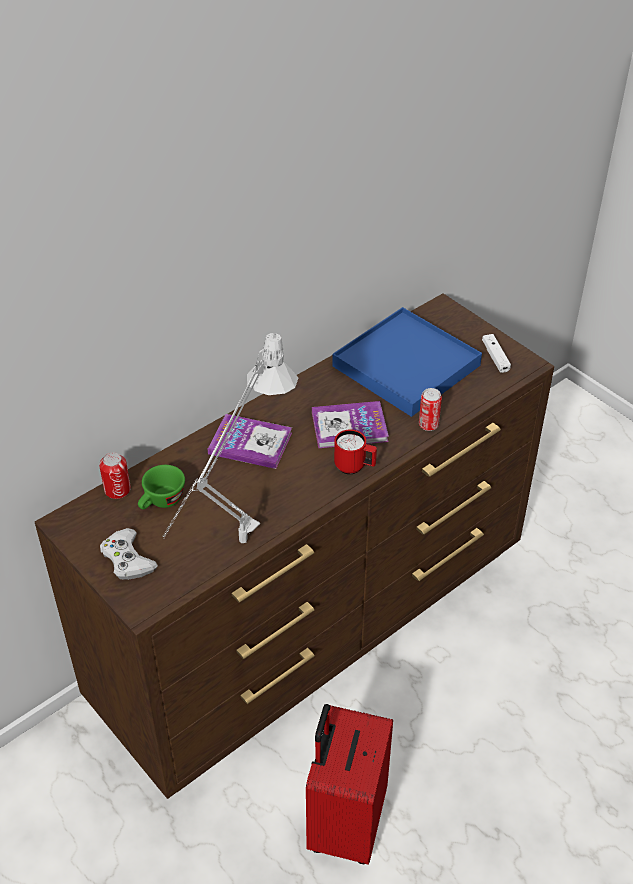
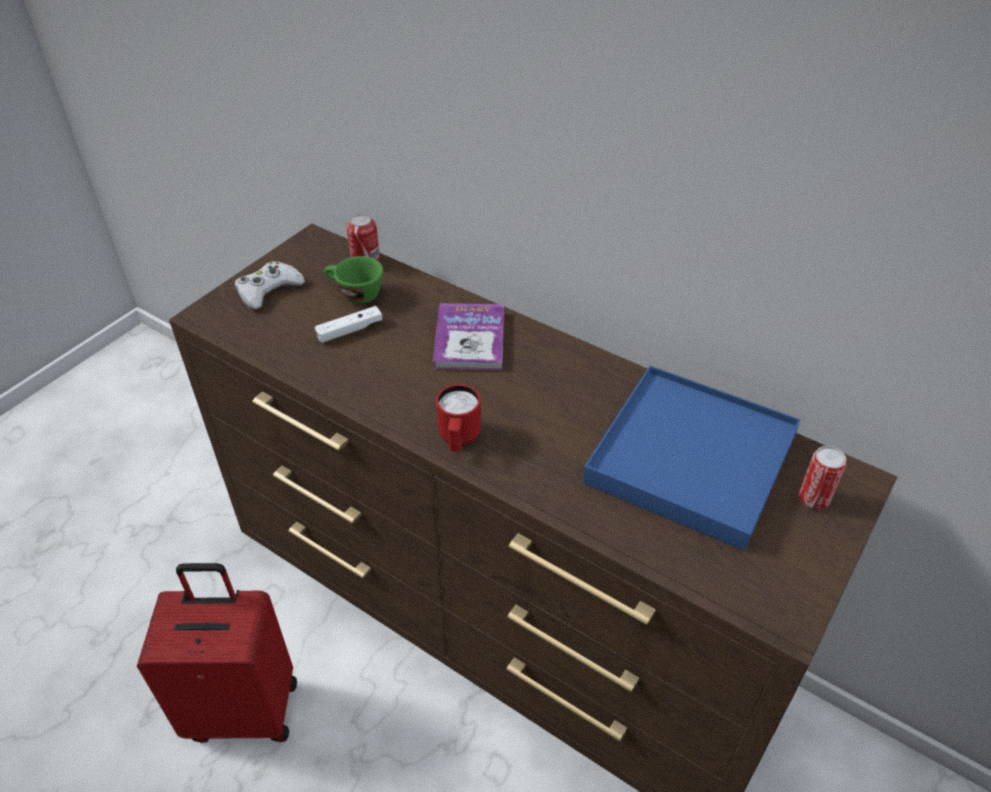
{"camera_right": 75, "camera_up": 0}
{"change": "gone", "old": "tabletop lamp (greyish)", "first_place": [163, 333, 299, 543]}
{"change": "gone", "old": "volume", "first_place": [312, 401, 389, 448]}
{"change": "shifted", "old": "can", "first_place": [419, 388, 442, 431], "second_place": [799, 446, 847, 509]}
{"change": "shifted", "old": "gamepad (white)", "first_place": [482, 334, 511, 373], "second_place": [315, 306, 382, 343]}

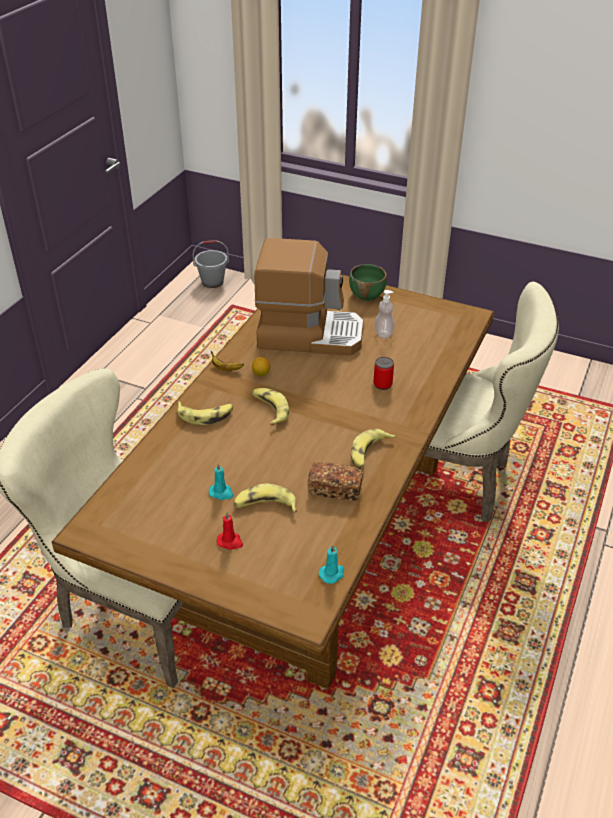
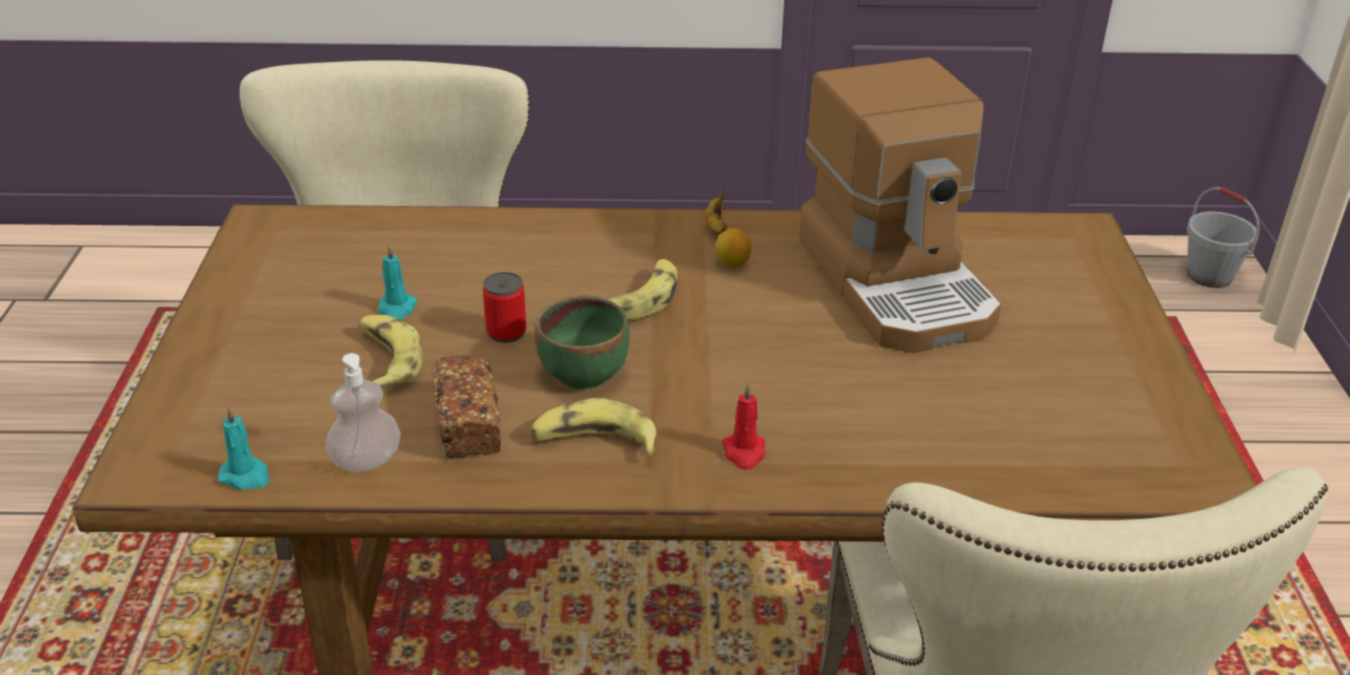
{"camera_right": 65, "camera_up": -5}
{"change": "gone", "old": "whole banana", "first_place": [177, 401, 233, 425]}
{"change": "shifted", "old": "wax light (red-coloured)", "first_place": [217, 512, 243, 550], "second_place": [722, 384, 765, 470]}
{"change": "shifted", "old": "serving bowl (greenish)", "first_place": [349, 264, 387, 301], "second_place": [534, 295, 630, 389]}
{"change": "shifted", "old": "can", "first_place": [373, 357, 394, 390], "second_place": [483, 272, 526, 343]}
{"change": "shifted", "old": "liquid soap bottle", "first_place": [375, 290, 395, 338], "second_place": [326, 353, 401, 472]}

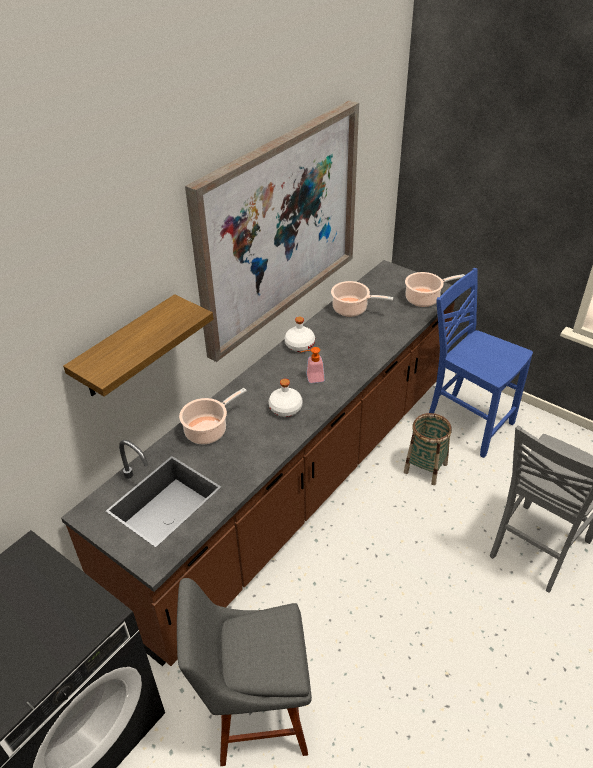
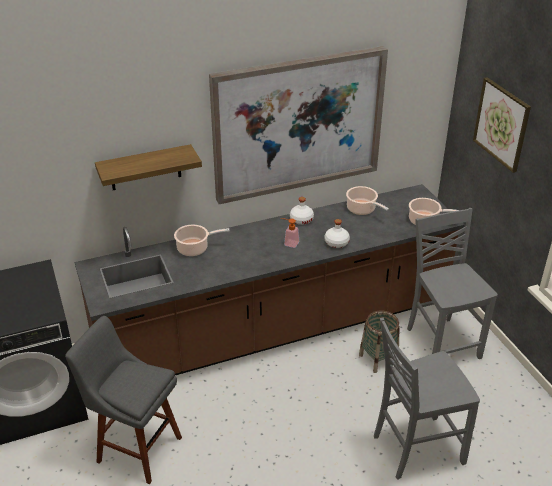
{"camera_right": 30, "camera_up": -5}
{"change": "shifted", "old": "bottle (white)", "first_place": [269, 379, 303, 417], "second_place": [325, 219, 350, 248]}
{"change": "repainted", "old": "chair (blue-coloured)", "new": "chair (greyish)", "first_place": [429, 268, 533, 458], "second_place": [407, 208, 498, 359]}
{"change": "new", "new": "wall picture", "second_place": [473, 77, 531, 173]}

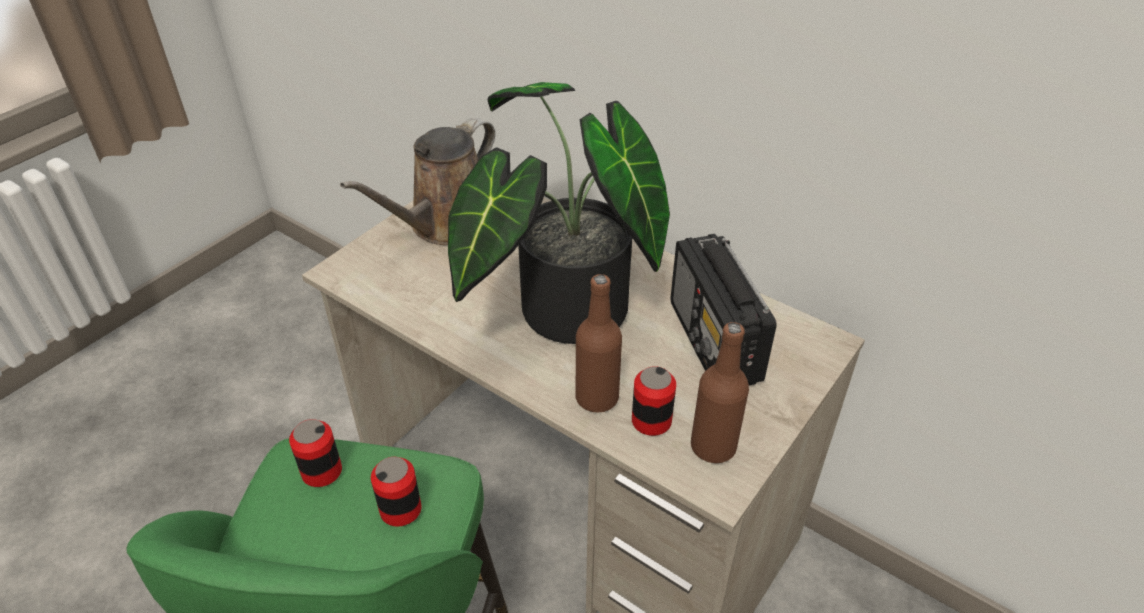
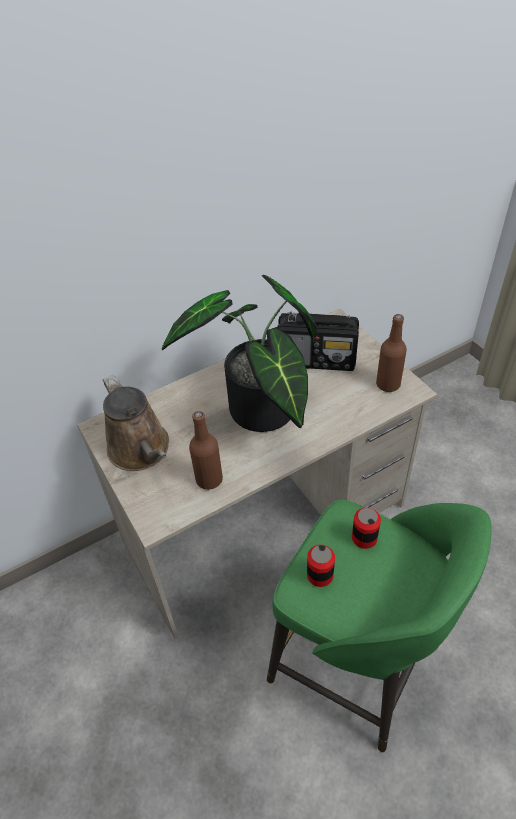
{"camera_right": -65, "camera_up": 5}
{"change": "shifted", "old": "bottle (brown)", "first_place": [576, 274, 622, 413], "second_place": [189, 411, 223, 490]}
{"change": "gone", "old": "can", "first_place": [632, 366, 676, 436]}

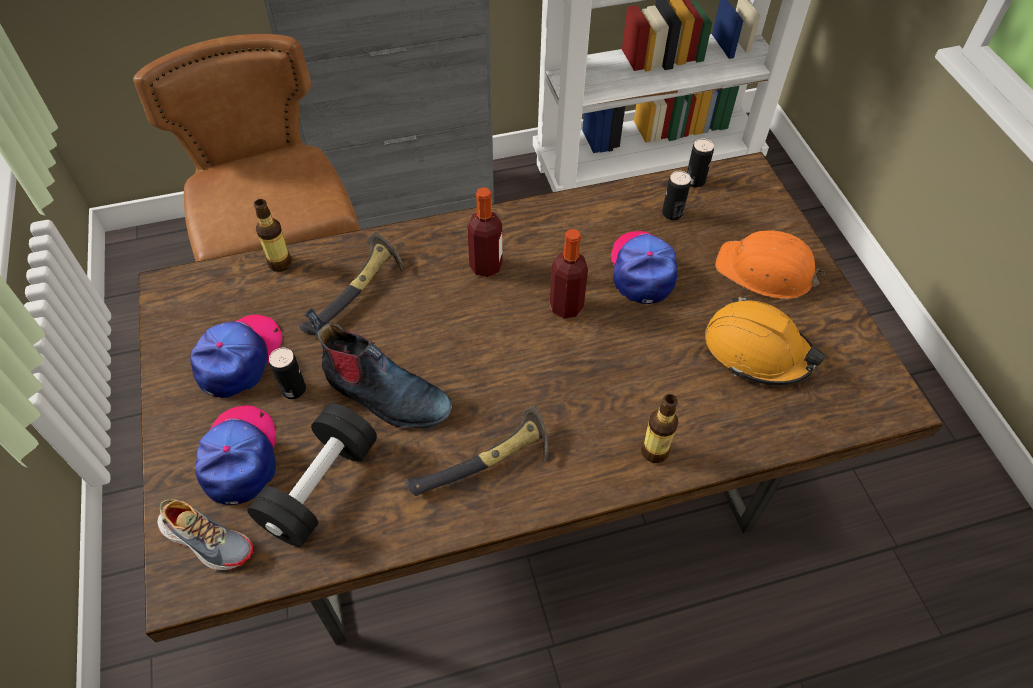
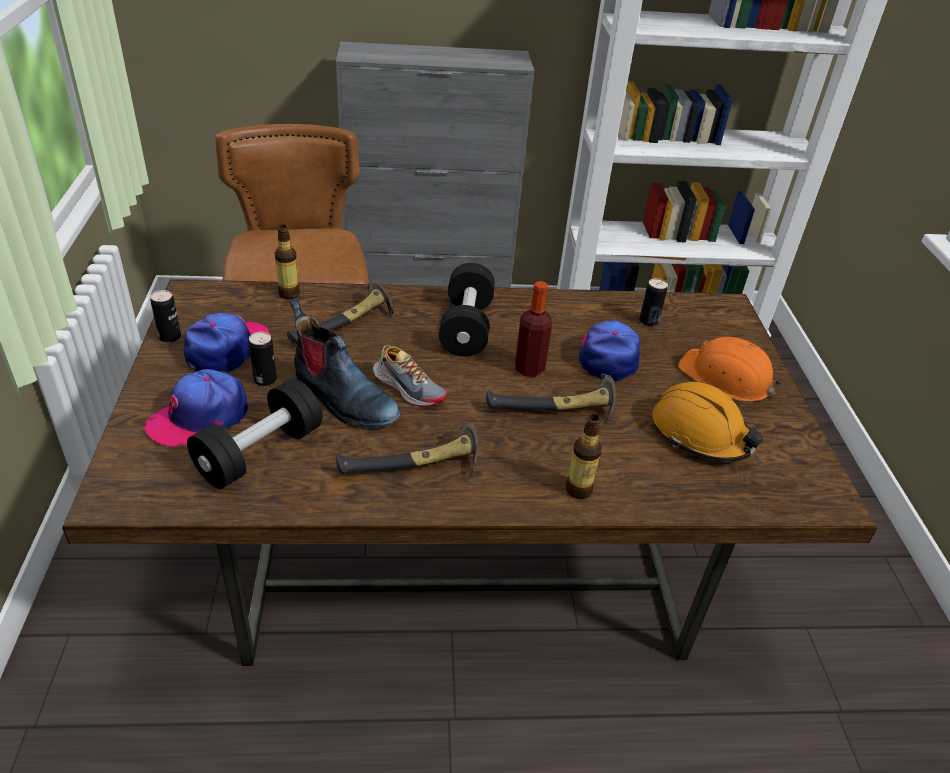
{"camera_right": 10, "camera_up": -15}
{"change": "shifted", "old": "low shoe", "first_place": [157, 499, 253, 570], "second_place": [373, 345, 447, 407]}
{"change": "rotated", "old": "baseball cap", "first_place": [195, 405, 277, 505], "second_place": [144, 369, 248, 448], "degrees": -135}
{"change": "swapped", "old": "bottle", "new": "hand weight (black-coloured)", "first_place": [467, 187, 503, 278], "second_place": [439, 263, 495, 357]}
{"change": "shifted", "old": "can", "first_place": [687, 138, 714, 188], "second_place": [150, 290, 181, 343]}
{"change": "new", "new": "tool hammer", "second_place": [486, 378, 616, 424]}

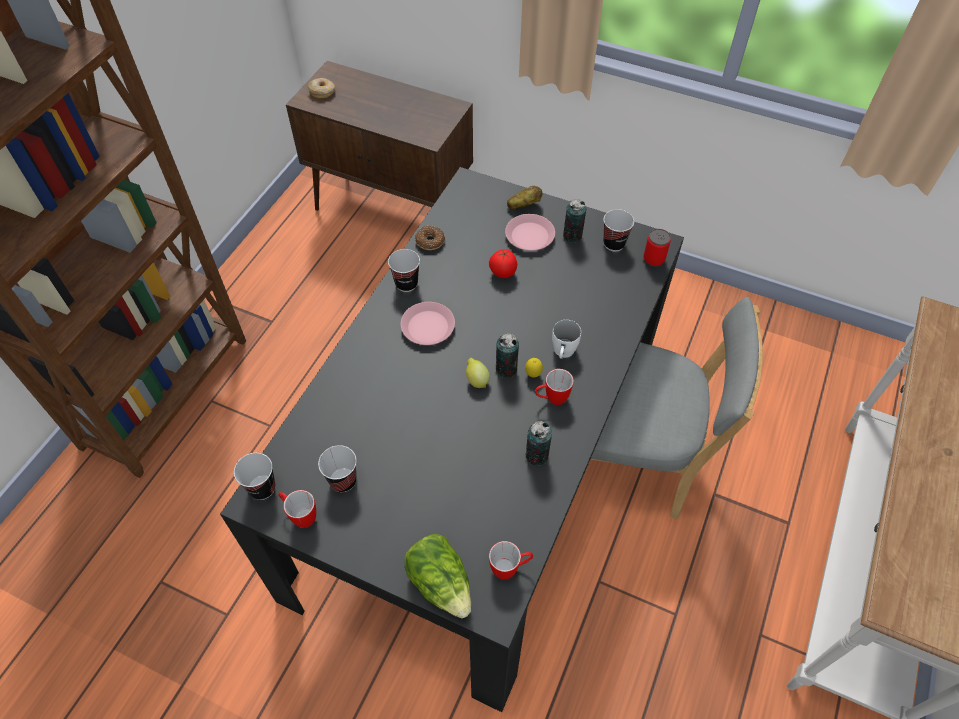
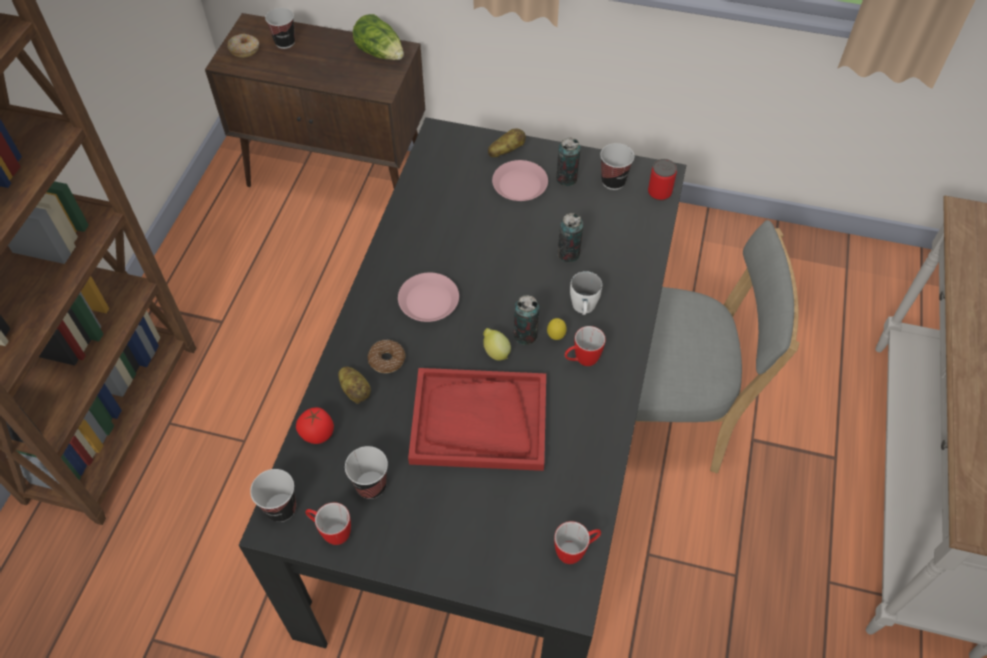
{"camera_right": -10, "camera_up": 0}
{"change": "shifted", "old": "cup", "first_place": [388, 249, 420, 292], "second_place": [265, 8, 295, 49]}
{"change": "shifted", "old": "lettuce head", "first_place": [404, 534, 471, 618], "second_place": [352, 14, 404, 60]}
{"change": "shifted", "old": "doughnut", "first_place": [415, 226, 445, 250], "second_place": [368, 340, 406, 373]}
{"change": "shifted", "old": "tomato", "first_place": [489, 249, 517, 278], "second_place": [296, 407, 334, 444]}
{"change": "shifted", "old": "can", "first_place": [525, 421, 552, 466], "second_place": [557, 213, 583, 262]}
{"change": "new", "new": "spud", "second_place": [338, 367, 371, 404]}
{"change": "new", "new": "tray (red-coloured)", "second_place": [408, 368, 546, 471]}

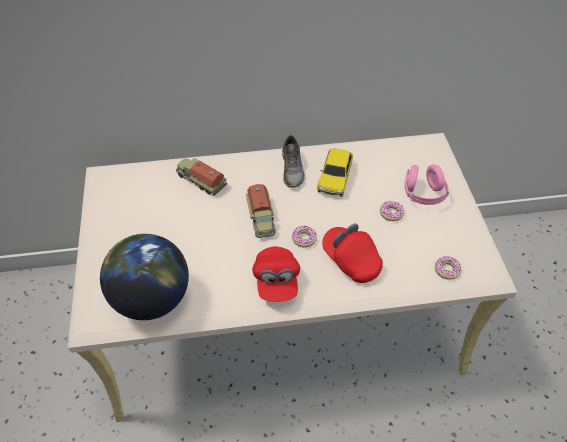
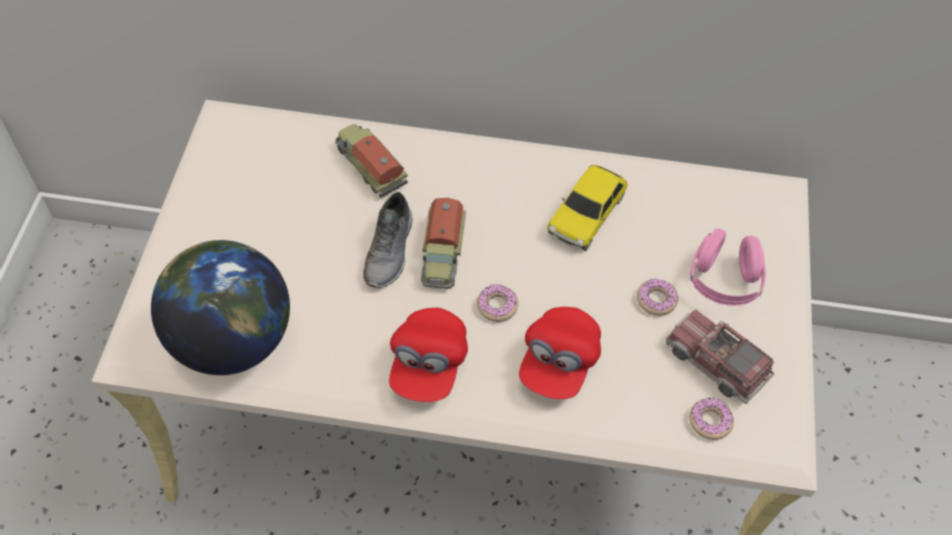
{"camera_right": 15, "camera_up": 5}
{"change": "shifted", "old": "low shoe (greyish)", "first_place": [282, 135, 305, 187], "second_place": [363, 192, 413, 288]}
{"change": "rotated", "old": "baseball cap (red-coloured)", "first_place": [322, 224, 383, 283], "second_place": [519, 307, 601, 399], "degrees": -135}
{"change": "new", "new": "model truck", "second_place": [666, 309, 774, 404]}

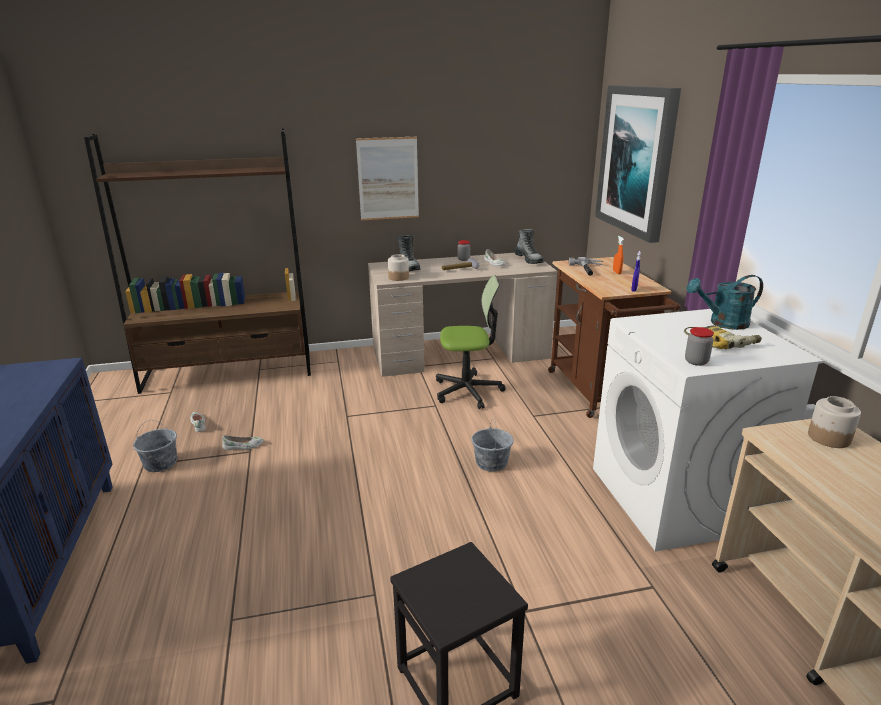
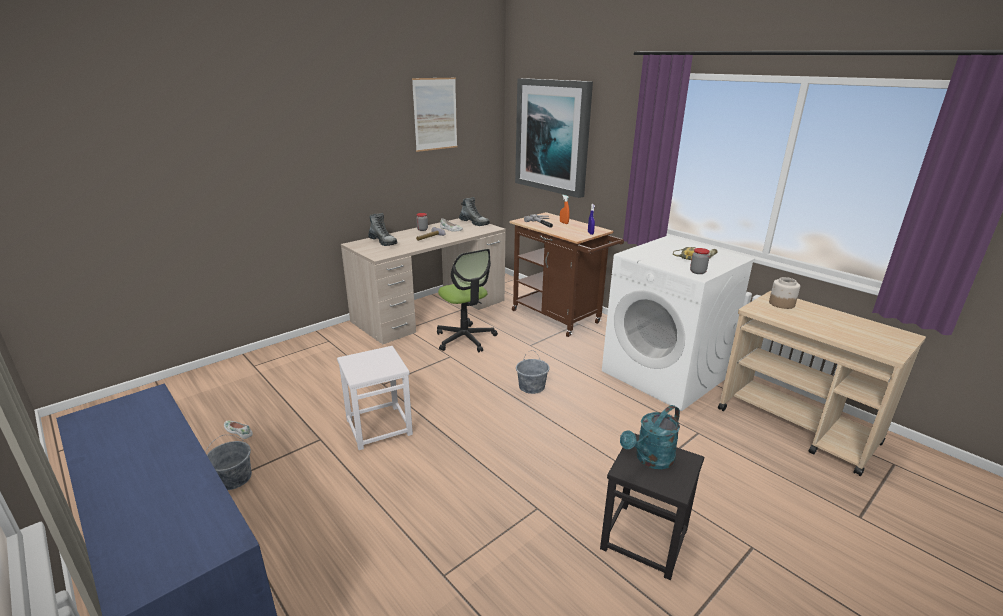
{"camera_right": -30, "camera_up": 0}
{"change": "gone", "old": "bookcase (brown)", "first_place": [84, 129, 311, 394]}
{"change": "gone", "old": "low shoe (white)", "first_place": [222, 435, 264, 450]}
{"change": "shifted", "old": "wall picture", "first_place": [356, 137, 419, 220], "second_place": [412, 78, 457, 152]}
{"change": "gone", "old": "storage jar", "first_place": [388, 254, 409, 281]}
{"change": "rotated", "old": "computer chair", "first_place": [436, 275, 506, 409], "second_place": [437, 249, 498, 352], "degrees": 90}
{"change": "shifted", "old": "watering pot (blue-green)", "first_place": [687, 275, 763, 330], "second_place": [620, 405, 680, 469]}
{"change": "new", "new": "stool (white)", "second_place": [337, 346, 413, 450]}

